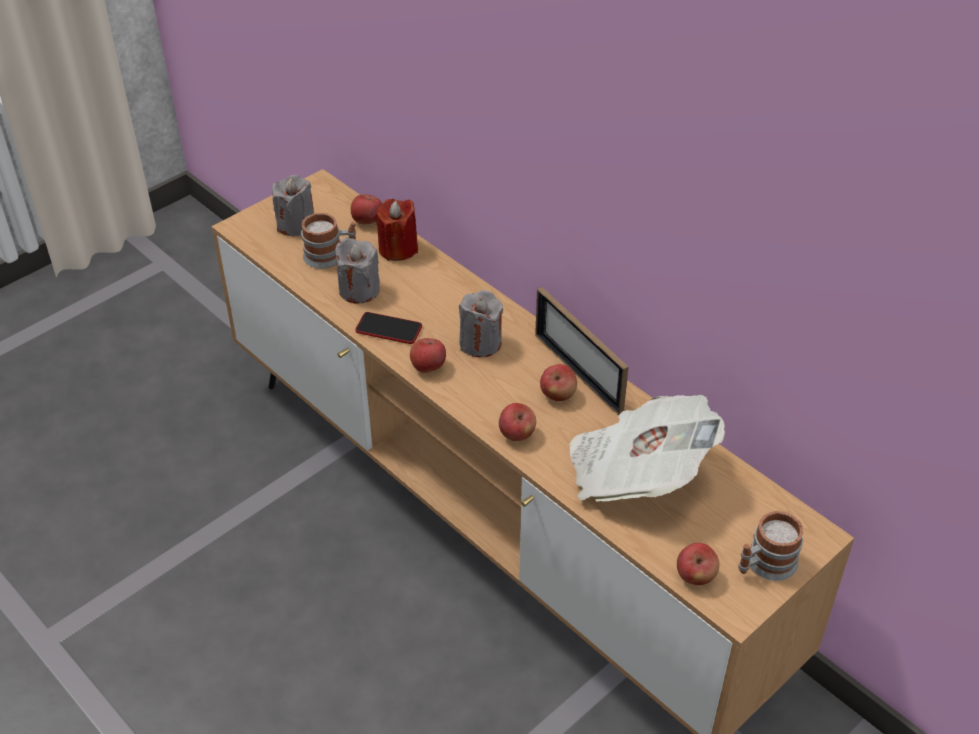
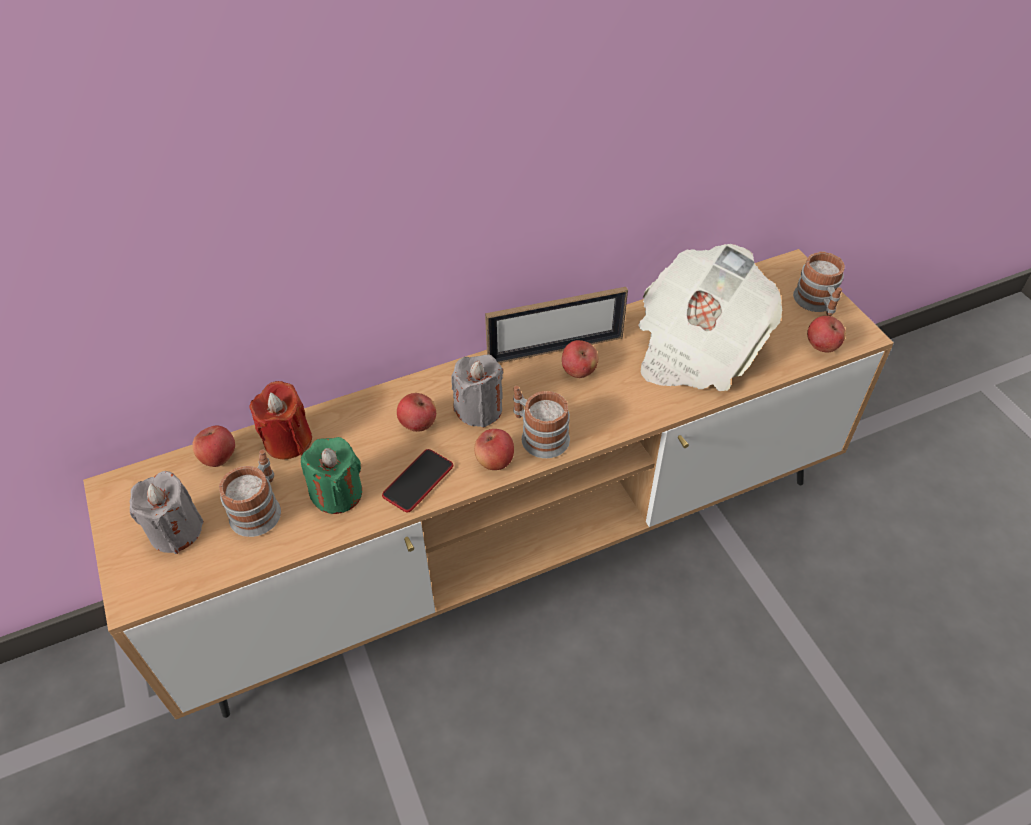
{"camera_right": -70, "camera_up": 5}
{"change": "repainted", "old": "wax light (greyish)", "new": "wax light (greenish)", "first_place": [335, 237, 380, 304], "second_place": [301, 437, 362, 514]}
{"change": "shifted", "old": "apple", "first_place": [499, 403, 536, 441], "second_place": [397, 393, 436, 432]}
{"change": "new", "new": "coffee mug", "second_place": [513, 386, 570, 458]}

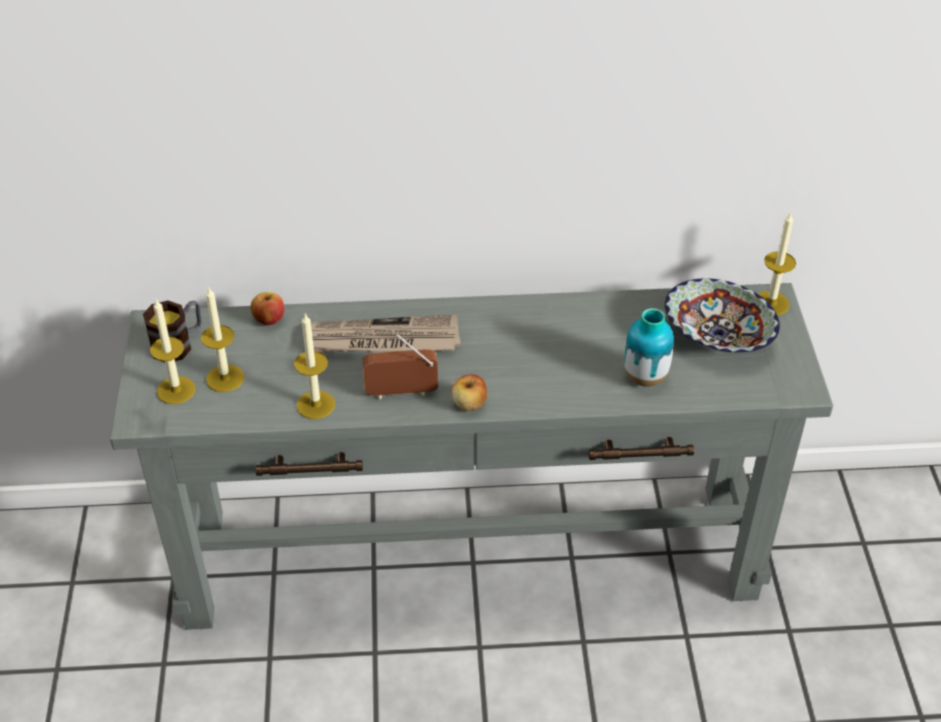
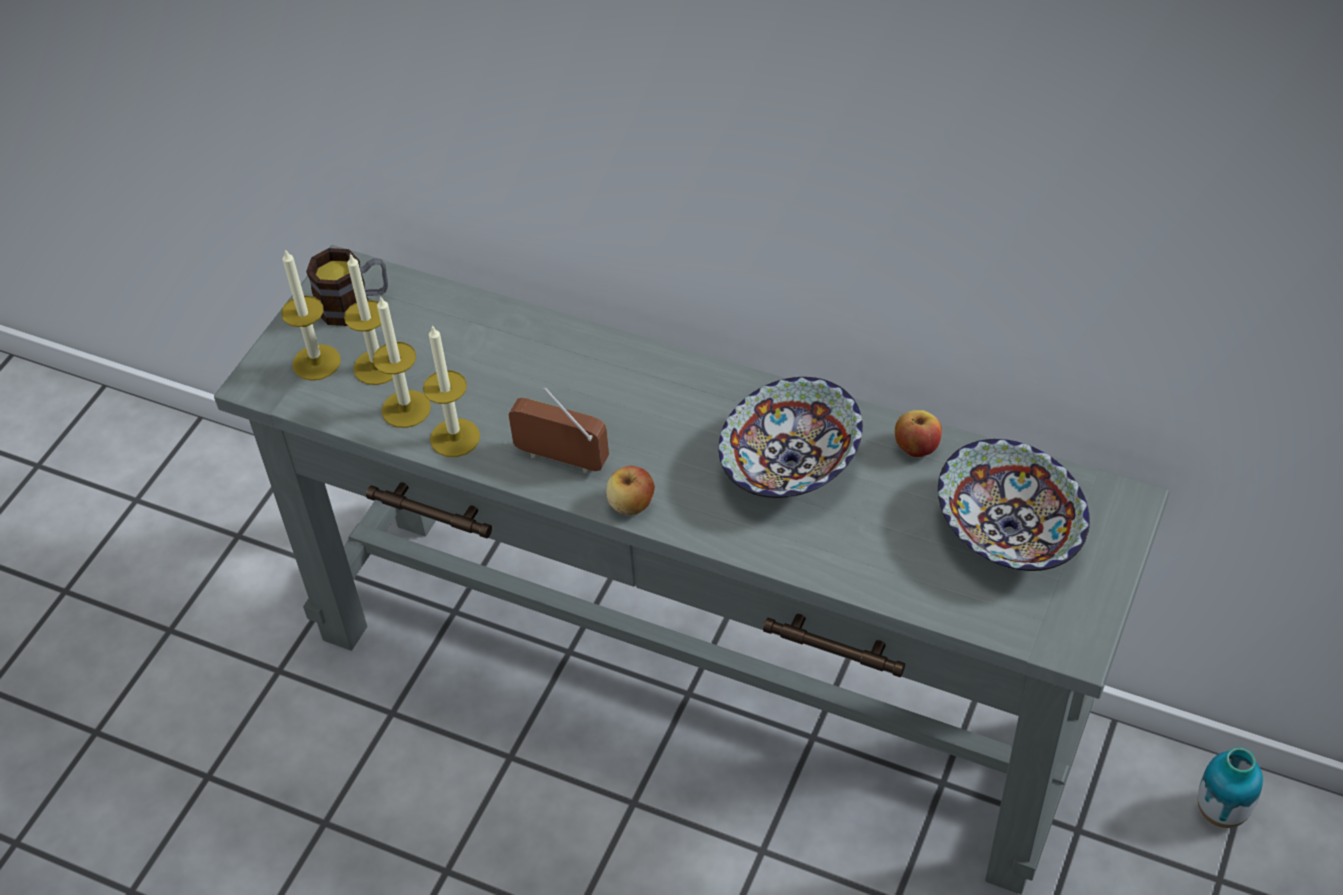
{"camera_right": 30, "camera_up": 5}
{"change": "shifted", "old": "apple", "first_place": [250, 292, 284, 325], "second_place": [895, 410, 942, 457]}
{"change": "gone", "old": "printed paper", "first_place": [311, 314, 461, 353]}
{"change": "shifted", "old": "vase", "first_place": [624, 308, 674, 387], "second_place": [1198, 747, 1263, 828]}
{"change": "shifted", "old": "wax light", "first_place": [758, 212, 796, 316], "second_place": [373, 295, 431, 428]}
{"change": "new", "new": "serving bowl", "second_place": [718, 377, 863, 498]}

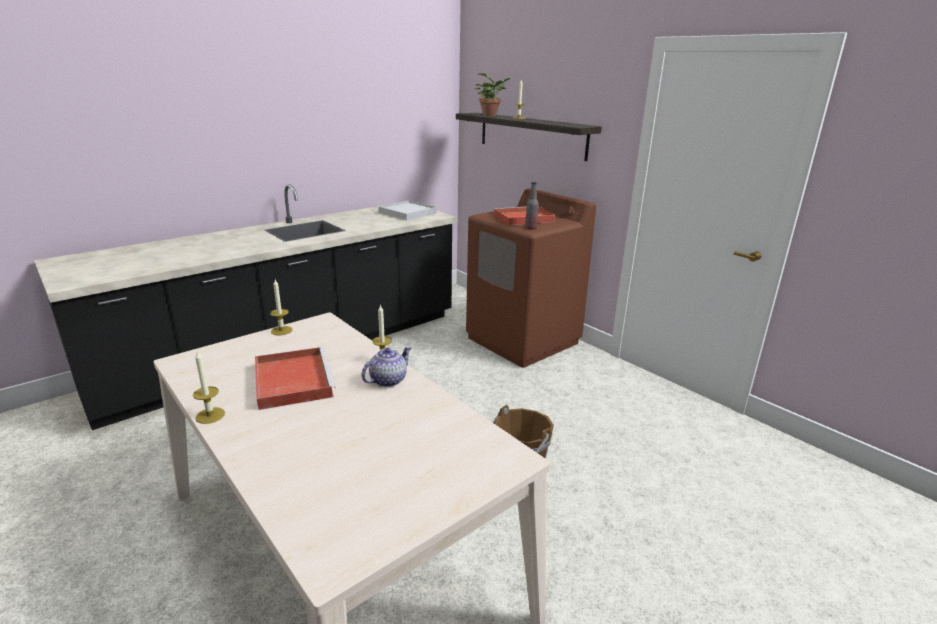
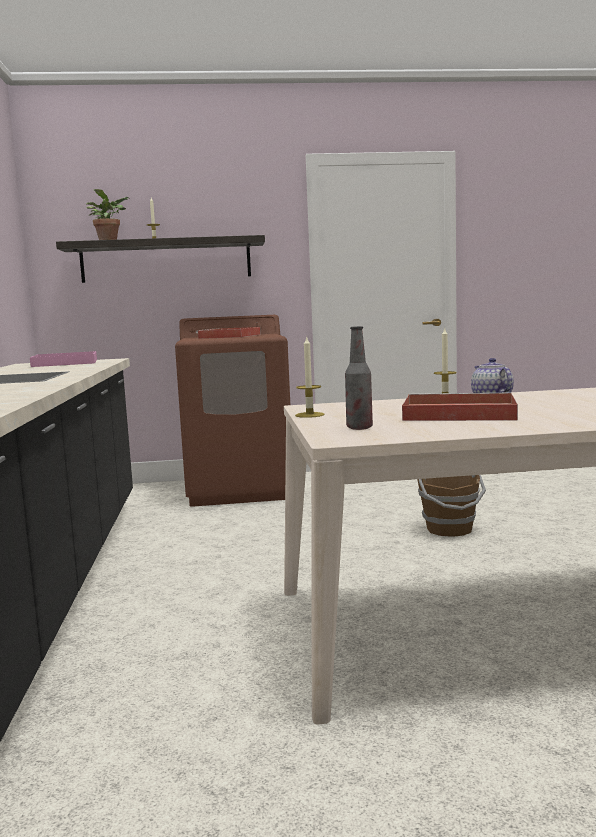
{"camera_right": -55, "camera_up": -15}
{"change": "gone", "old": "wax light", "first_place": [193, 351, 225, 424]}
{"change": "repainted", "old": "tray (white)", "new": "tray (pink)", "first_place": [379, 200, 437, 220], "second_place": [30, 351, 97, 367]}
{"change": "shifted", "old": "bottle", "first_place": [525, 182, 539, 229], "second_place": [345, 326, 373, 430]}

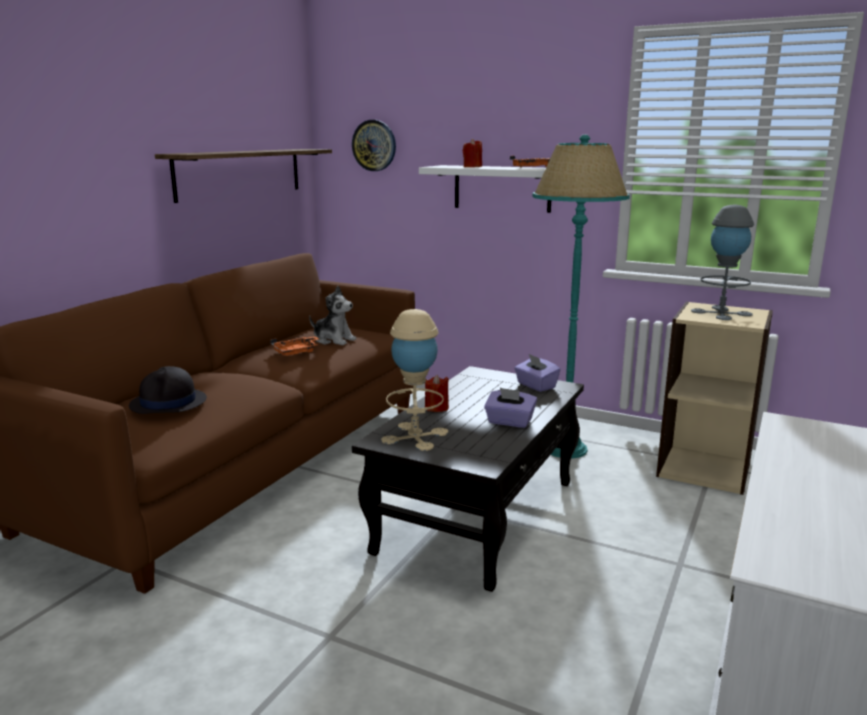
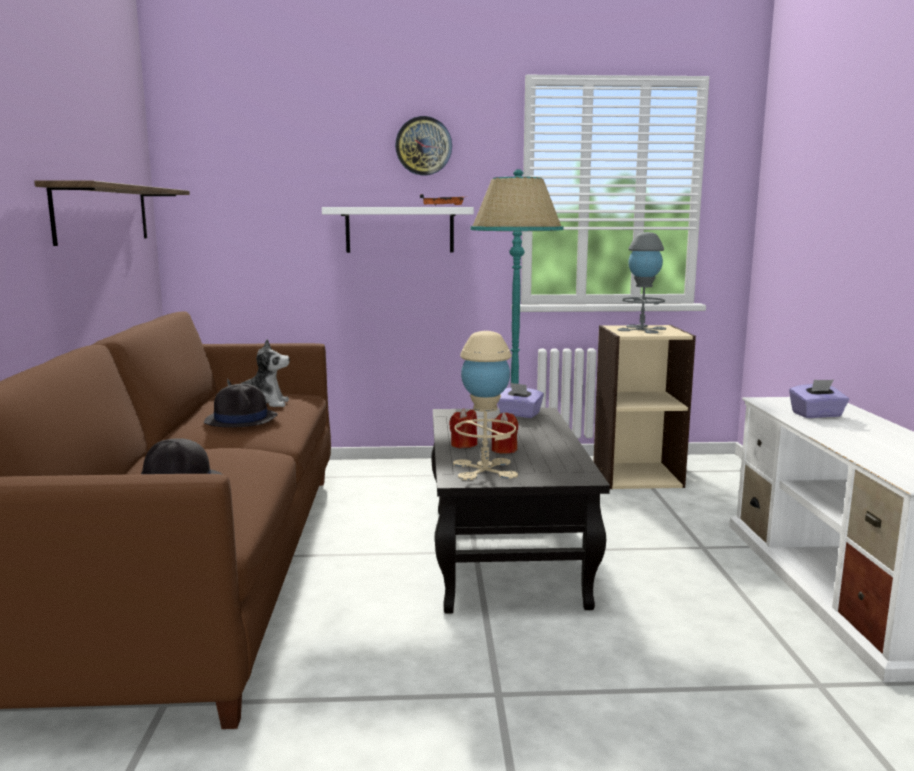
{"camera_right": -30, "camera_up": -5}
{"change": "swapped", "old": "tray (orangey)", "new": "clothing hat (black-coloured)", "first_place": [271, 336, 319, 356], "second_place": [204, 384, 278, 428]}
{"change": "shifted", "old": "clock on the wall", "first_place": [352, 120, 396, 171], "second_place": [395, 116, 452, 175]}
{"change": "shifted", "old": "wax light (red-coloured)", "first_place": [463, 139, 482, 167], "second_place": [492, 412, 518, 454]}
{"change": "shifted", "old": "box of tissues (purplish)", "first_place": [484, 388, 537, 428], "second_place": [789, 380, 849, 418]}

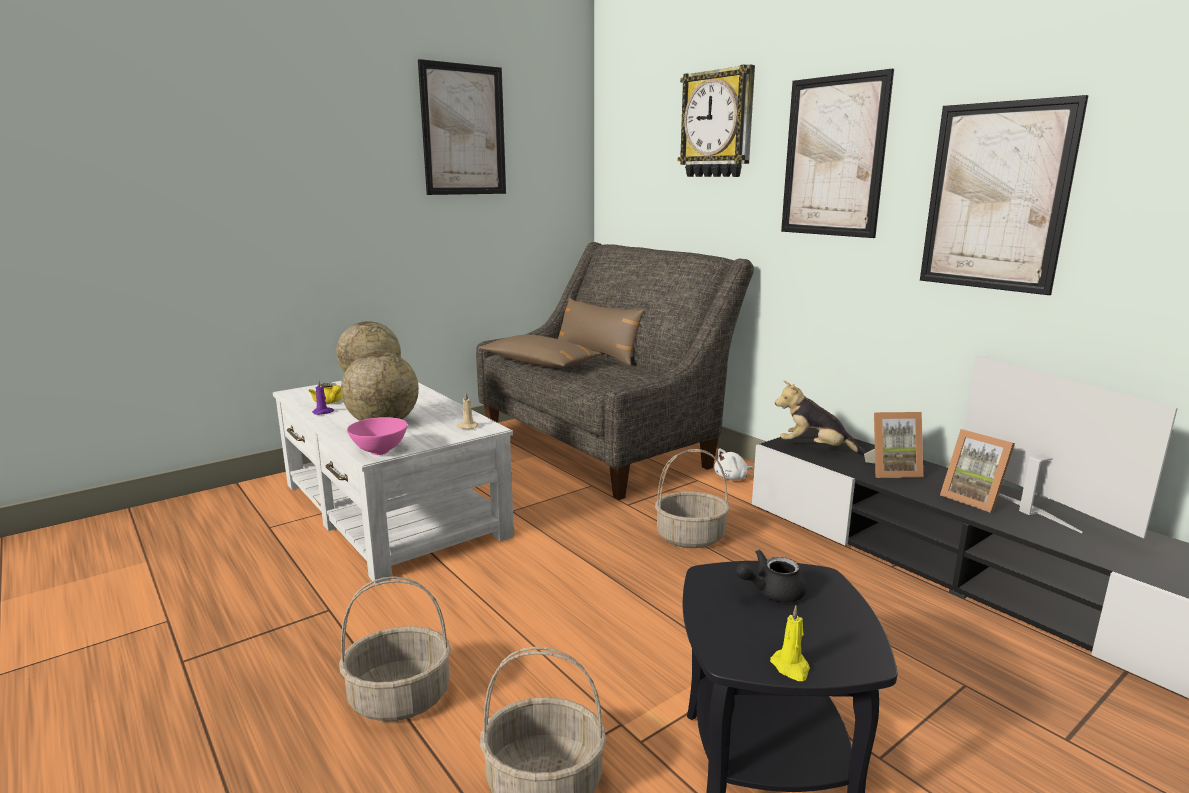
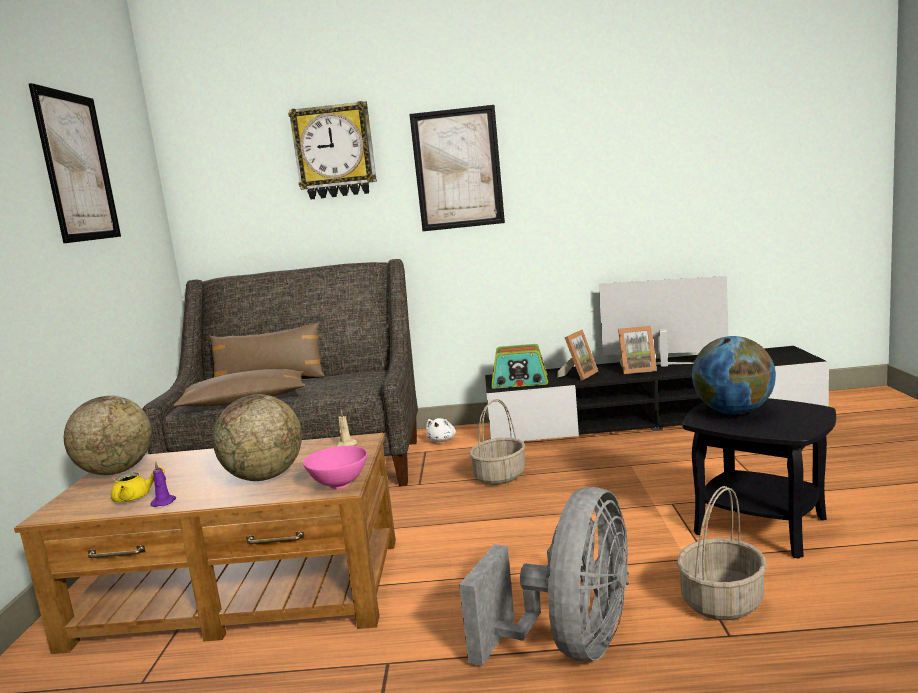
{"camera_right": -50, "camera_up": -5}
{"change": "repainted", "old": "coffee table (white)", "new": "coffee table (brown)", "first_place": [273, 381, 514, 584], "second_place": [14, 433, 396, 654]}
{"change": "swapped", "old": "storage basket", "new": "fan (greyish)", "first_place": [339, 576, 451, 721], "second_place": [459, 487, 629, 666]}
{"change": "swapped", "old": "teapot (black-coloured)", "new": "desk globe", "first_place": [735, 550, 807, 602], "second_place": [692, 336, 776, 414]}
{"change": "gone", "old": "wax light (yellowish)", "first_place": [770, 606, 810, 681]}
{"change": "swapped", "old": "soft toy", "new": "radio", "first_place": [775, 381, 866, 455], "second_place": [491, 344, 548, 389]}
{"change": "gone", "old": "wall picture", "first_place": [920, 95, 1089, 295]}

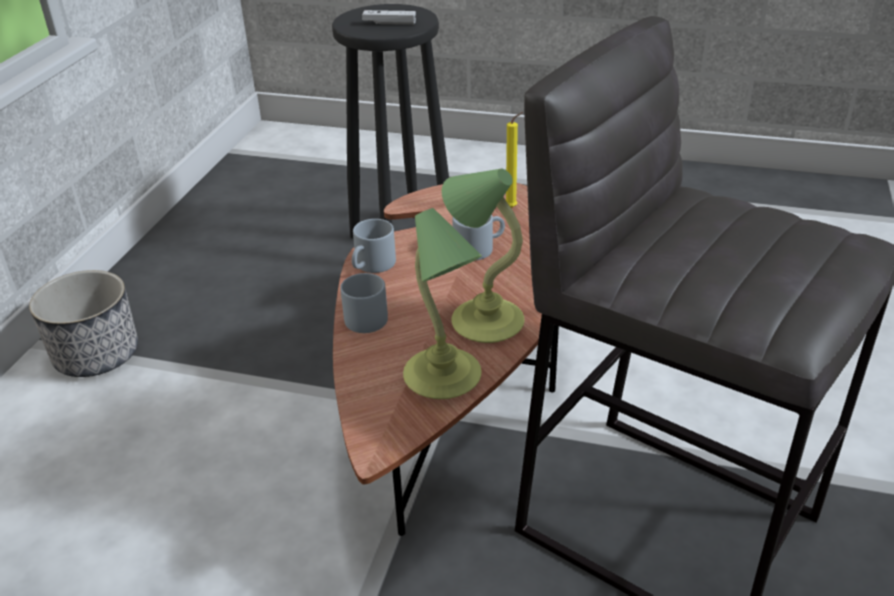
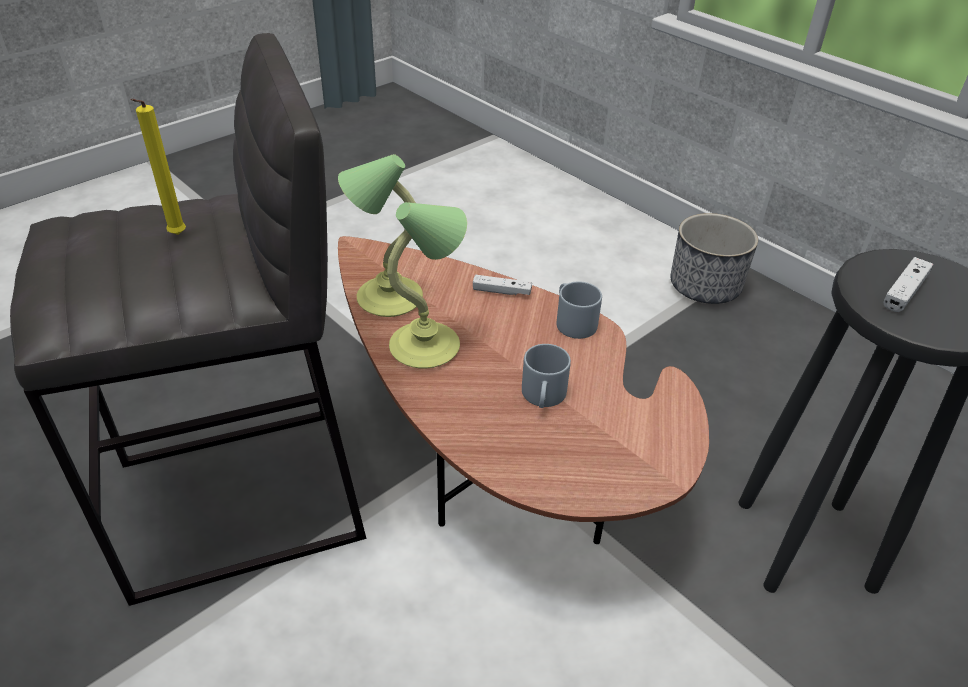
{"camera_right": 120, "camera_up": 5}
{"change": "swapped", "old": "coffee mug (greyish)", "new": "gamepad (white)", "first_place": [340, 273, 388, 333], "second_place": [473, 275, 532, 295]}
{"change": "shifted", "old": "wax light (yellowish)", "first_place": [506, 112, 523, 208], "second_place": [131, 99, 186, 235]}

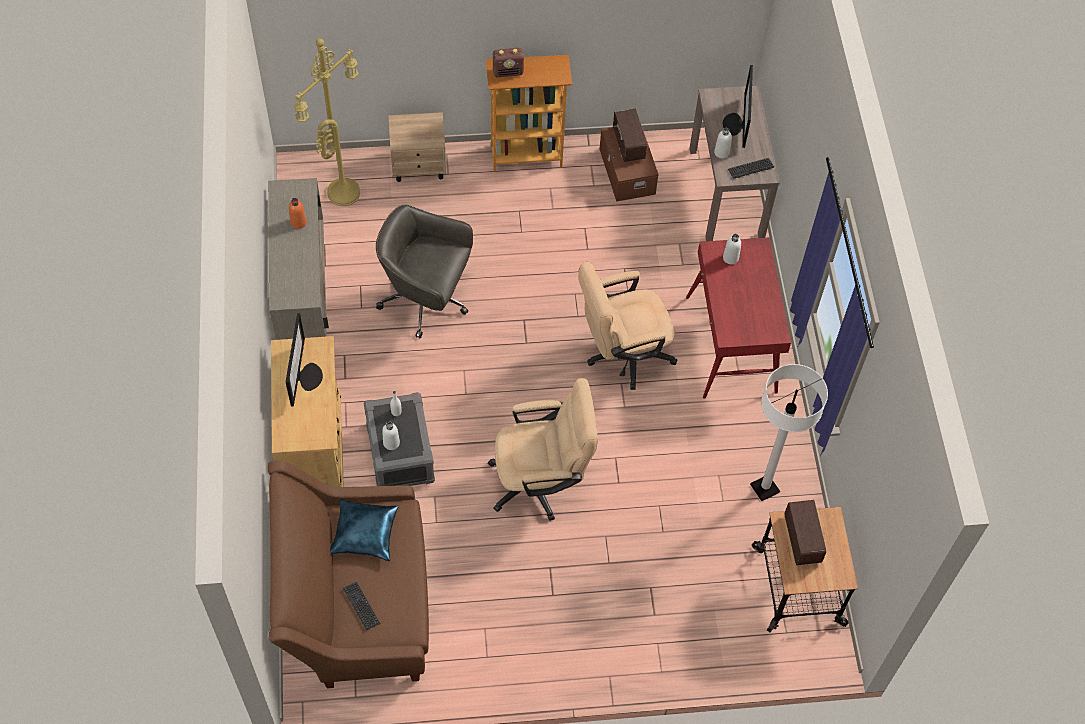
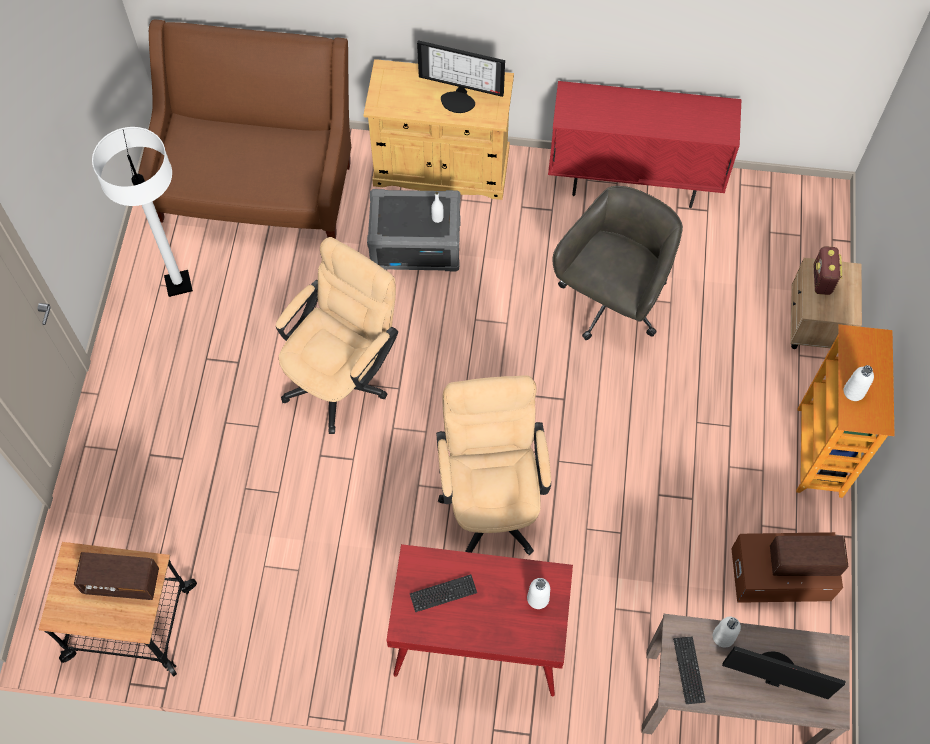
{"camera_right": 105, "camera_up": 5}
{"change": "repainted", "old": "storage cabinet (beige)", "new": "storage cabinet (red-coloured)", "first_place": [268, 178, 329, 340], "second_place": [548, 81, 742, 208]}
{"change": "gone", "old": "bottle (orangey)", "first_place": [289, 198, 307, 229]}
{"change": "gone", "old": "floor lamp (yellowish)", "first_place": [294, 38, 360, 206]}
{"change": "gone", "old": "pillow (blue-coloured)", "first_place": [330, 499, 398, 561]}
{"change": "shifted", "old": "computer keyboard", "first_place": [343, 581, 380, 630], "second_place": [410, 574, 477, 612]}
{"change": "shifted", "old": "bottle (white)", "first_place": [382, 422, 400, 450], "second_place": [844, 365, 874, 401]}
{"change": "rotated", "old": "computer chair (beige)", "first_place": [488, 378, 598, 521], "second_place": [276, 237, 398, 434], "degrees": -150}
{"change": "shifted", "old": "radio", "first_place": [493, 48, 524, 77], "second_place": [813, 246, 842, 295]}
{"change": "shifted", "old": "floor lamp (white)", "first_place": [750, 364, 828, 501], "second_place": [92, 127, 193, 297]}

